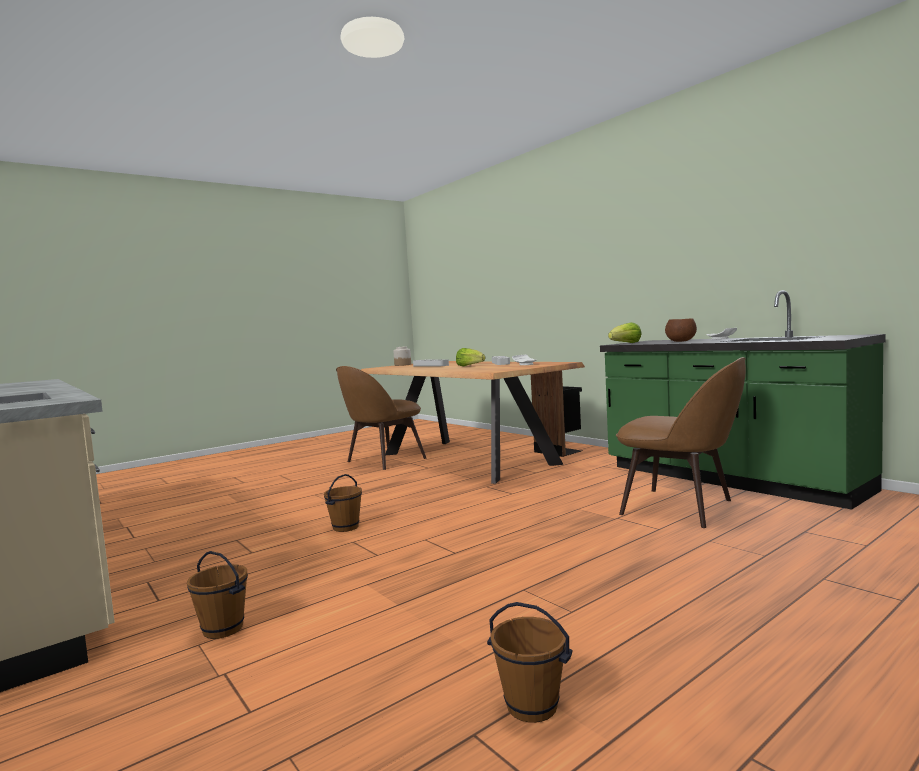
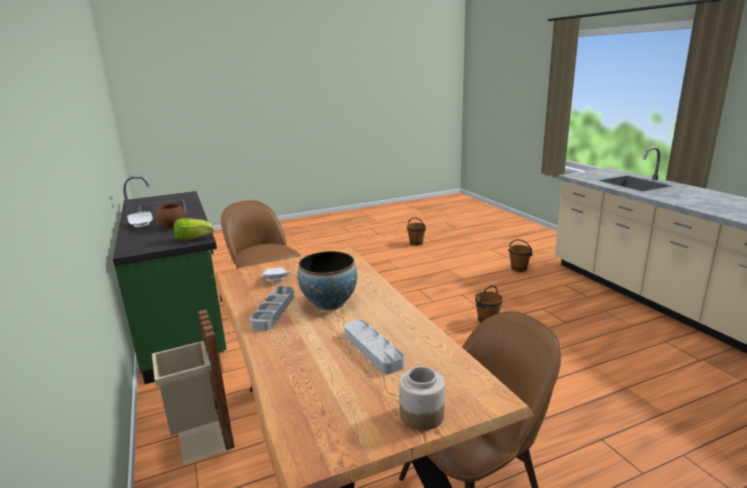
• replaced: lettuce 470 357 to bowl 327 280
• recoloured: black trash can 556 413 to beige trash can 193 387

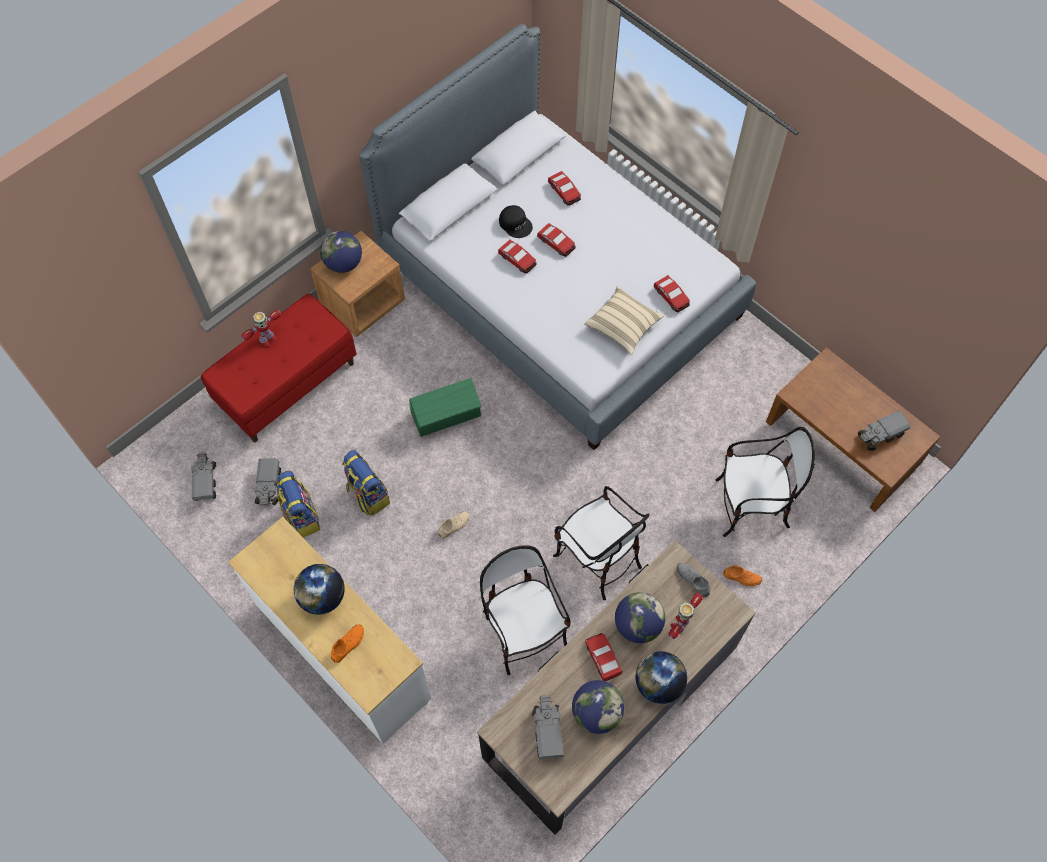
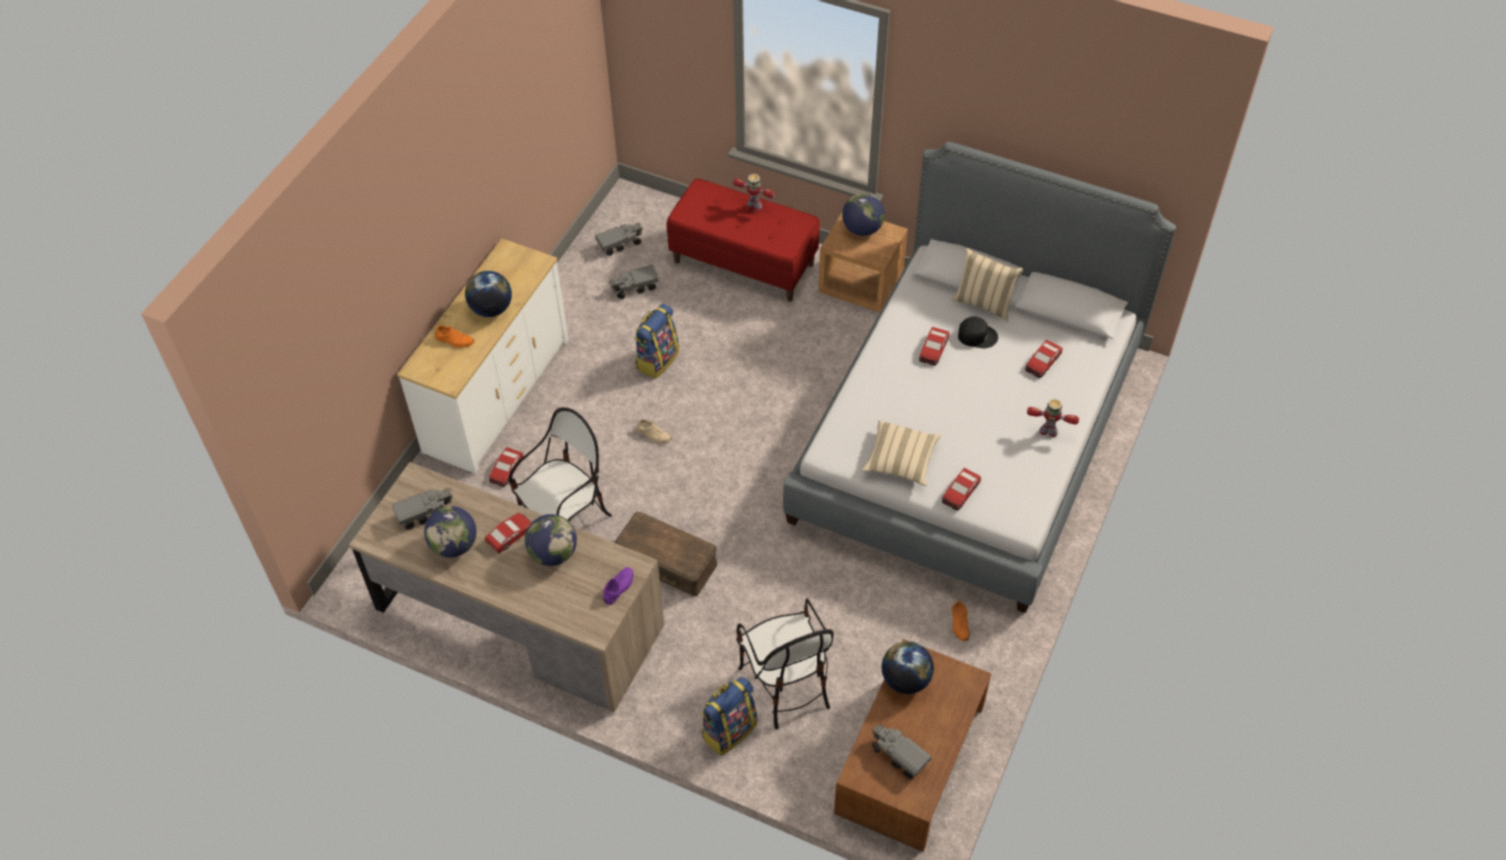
• removed: green storage box 445 407
• added: beige pillow 987 285
• moved: backpack 298 504 to 729 716
• moved: toy car 556 240 to 506 467
• moved: globe 661 677 to 908 667
• moved: toy robot 686 616 to 1053 418
• moved: orange shoe 742 575 to 961 621
• replaced: chair 601 543 to brown storage box 666 554
• recoloured: grey shoe 693 580 to purple shoe 618 586
• turned: black cap 516 221 = 978 332 105 degrees counterclockwise

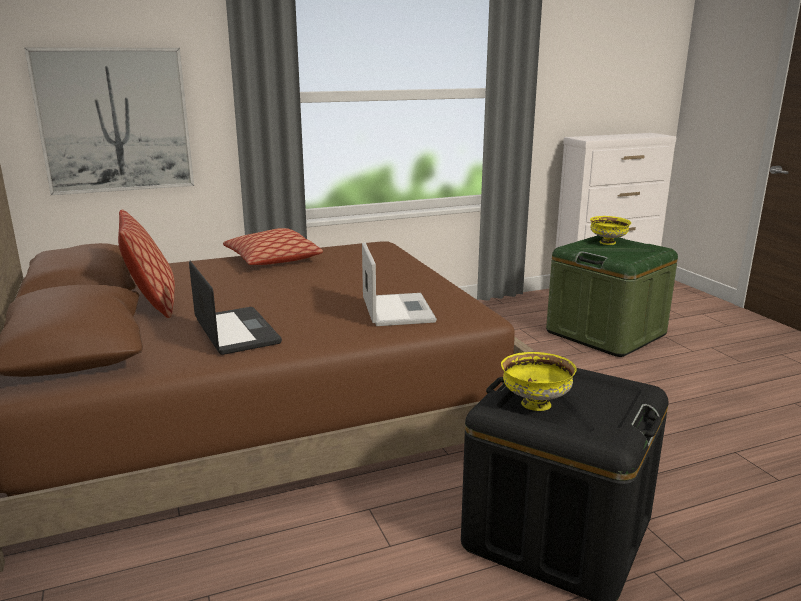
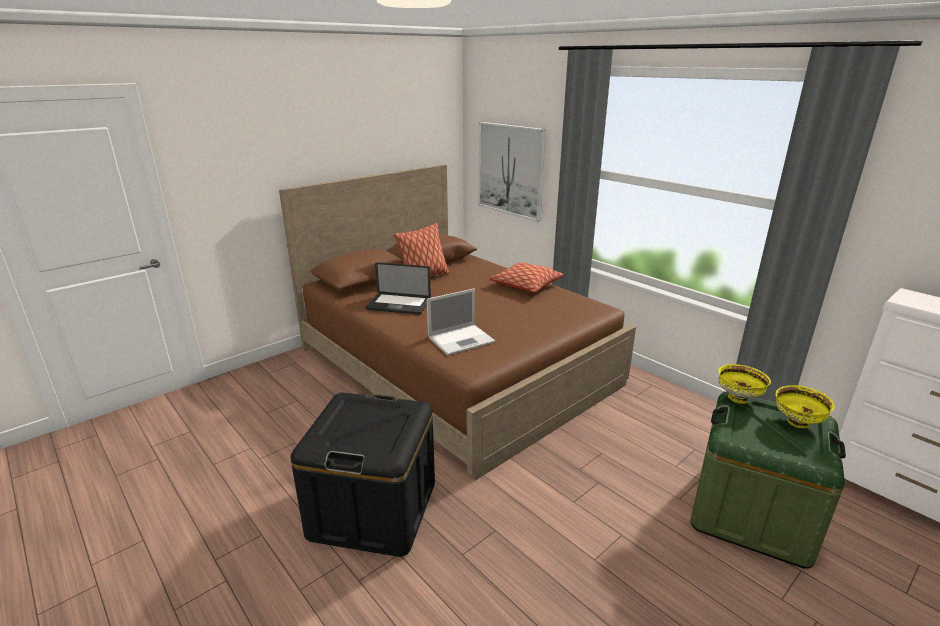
• moved: yellow bowl 539 381 to 744 384
• turned: laptop 235 308 = 398 288 60 degrees clockwise

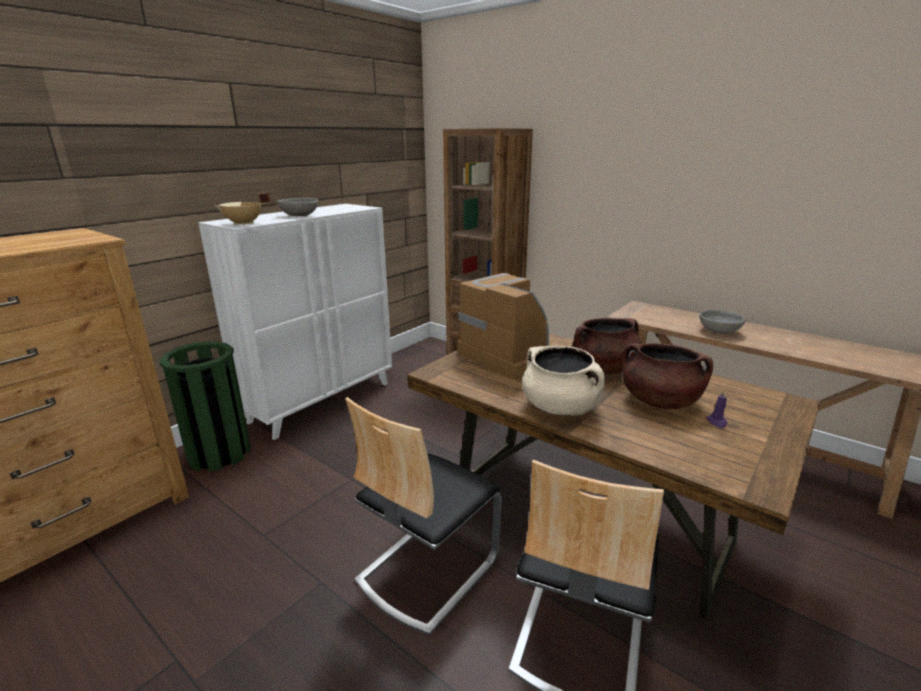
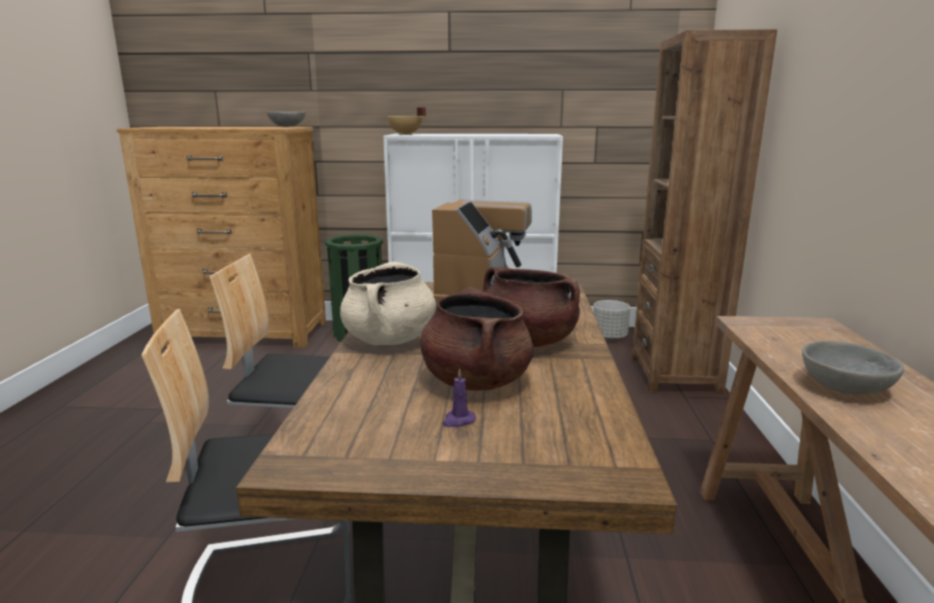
• added: grey planter 611 320
• moved: grey bowl 297 207 to 286 119

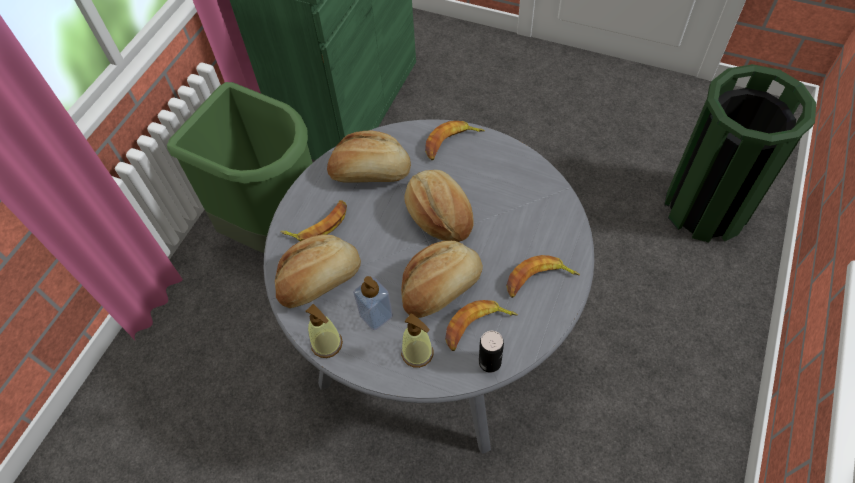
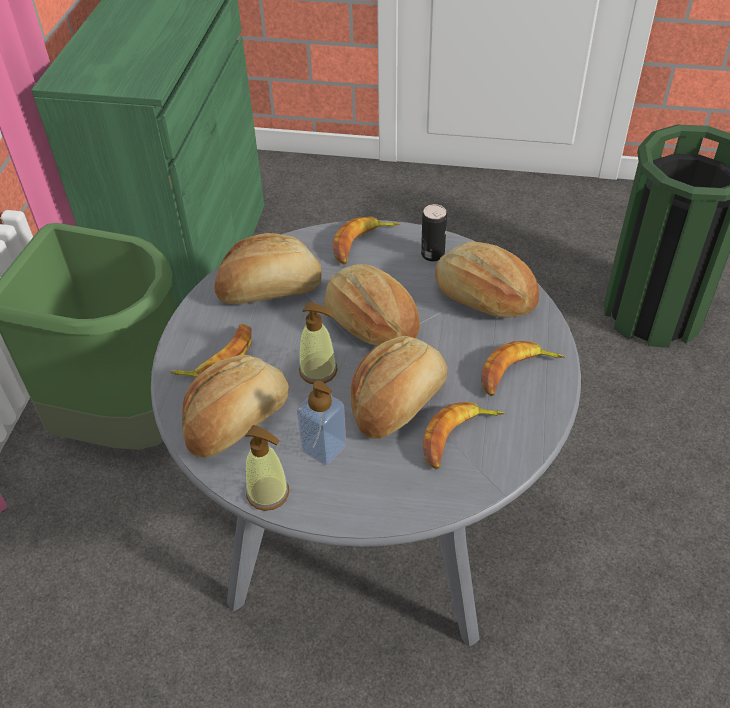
• added: bread 487 279
• moved: soap dispenser 417 340 to 318 343
• moved: can 491 352 to 434 233

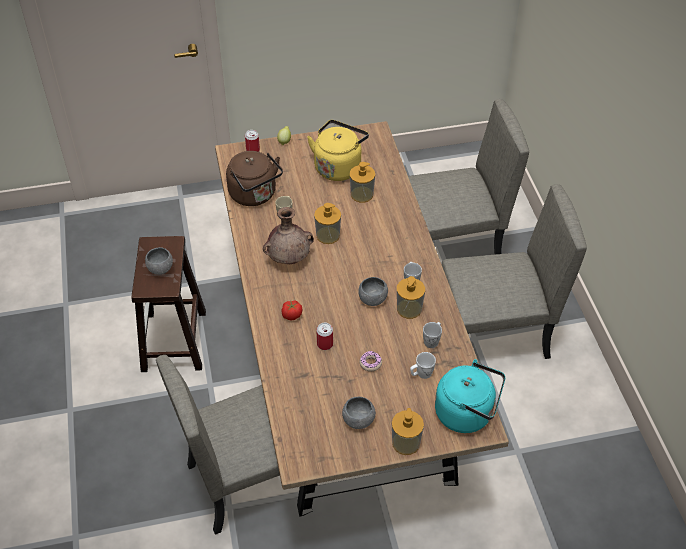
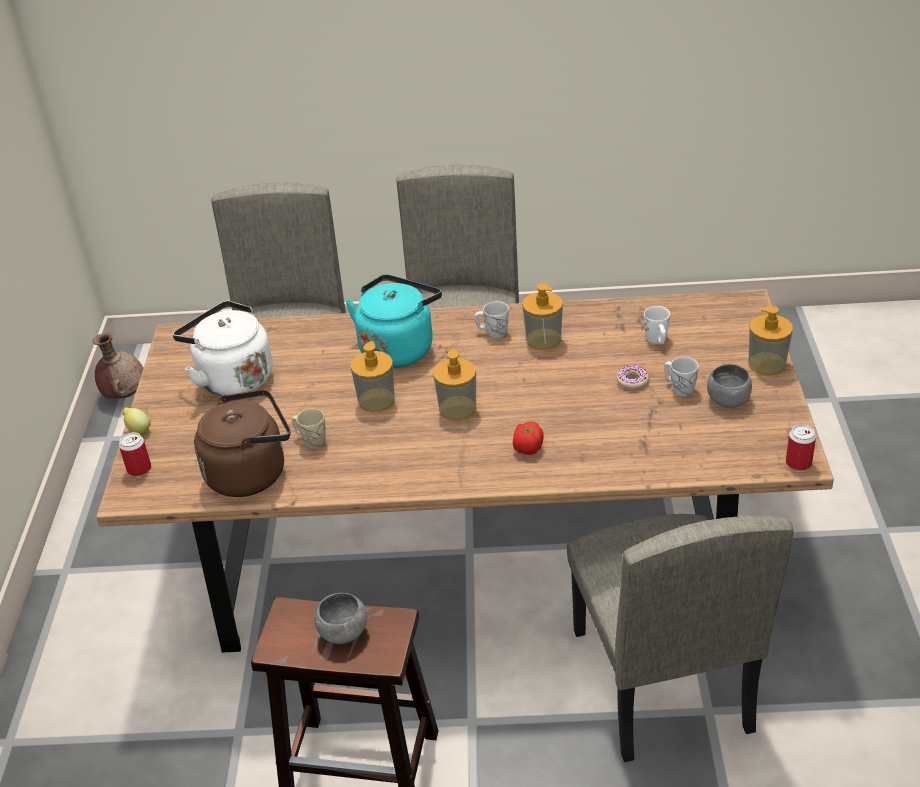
• removed: grey bowl 373 291
• moved: brown vase 288 235 to 118 366
• moved: can 324 336 to 801 447
• moved: soap dispenser 362 182 to 454 385
• moved: white mug 432 335 to 681 377
• moved: turquoise kettle 470 396 to 394 321
• recoloured: yellow kettle 338 150 to white kettle 222 348

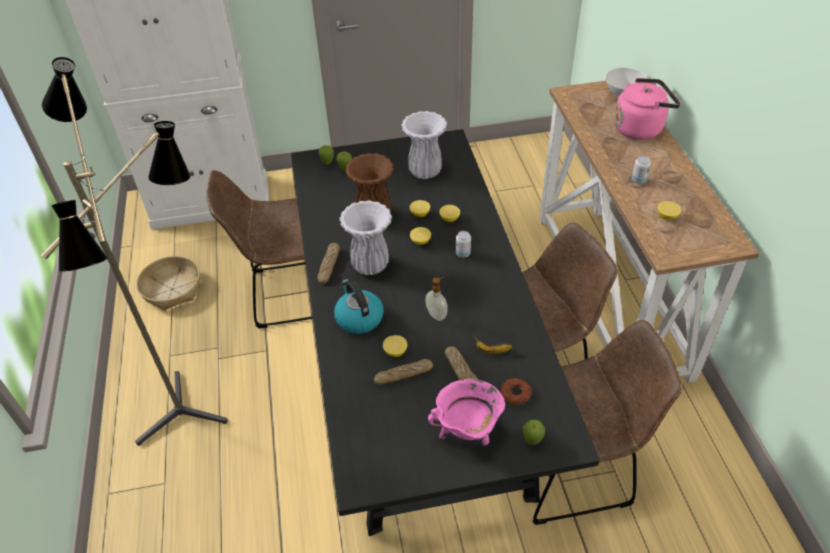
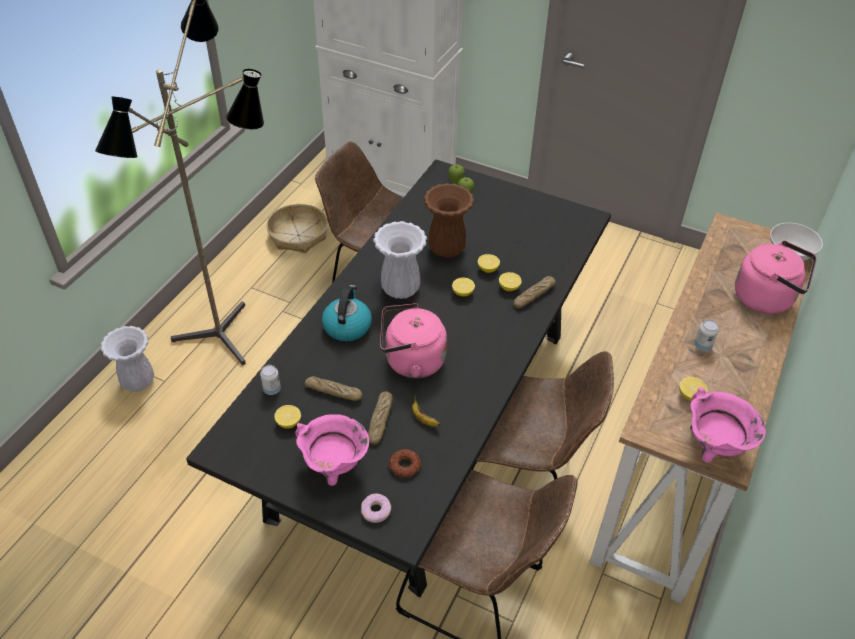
• added: pink cooking pot 728 425
• moved: bread 329 263 to 534 292
• moved: lemon 395 346 to 287 417
• moved: white vase 424 145 to 127 359
• moved: can 463 244 to 270 380
• replaced: soap dispenser 437 299 to pink kettle 413 341
• replaced: apple 534 432 to donut 376 508

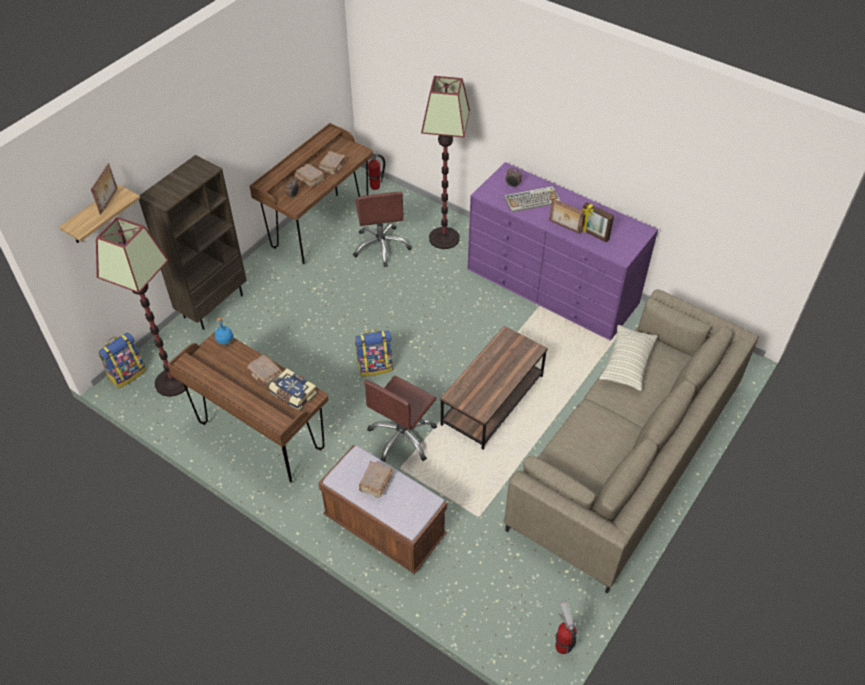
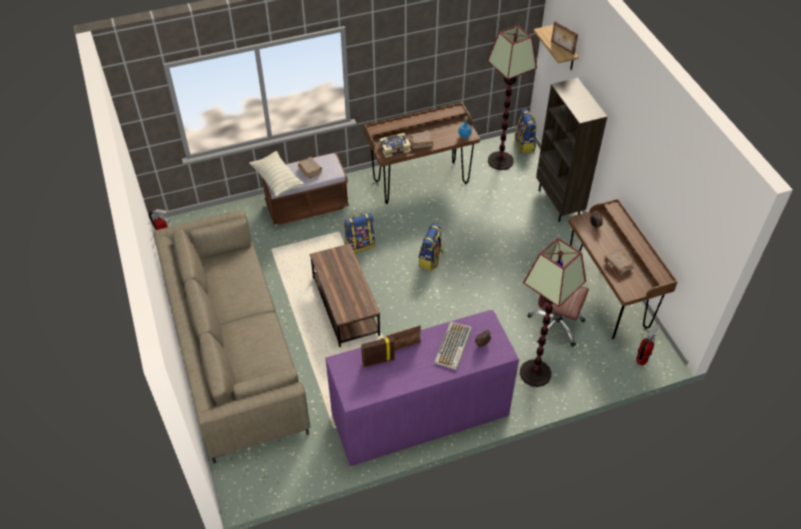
• removed: brown book 310 175
• moved: pillow 628 358 to 276 173
• replaced: brown office chair 400 418 to backpack 359 233

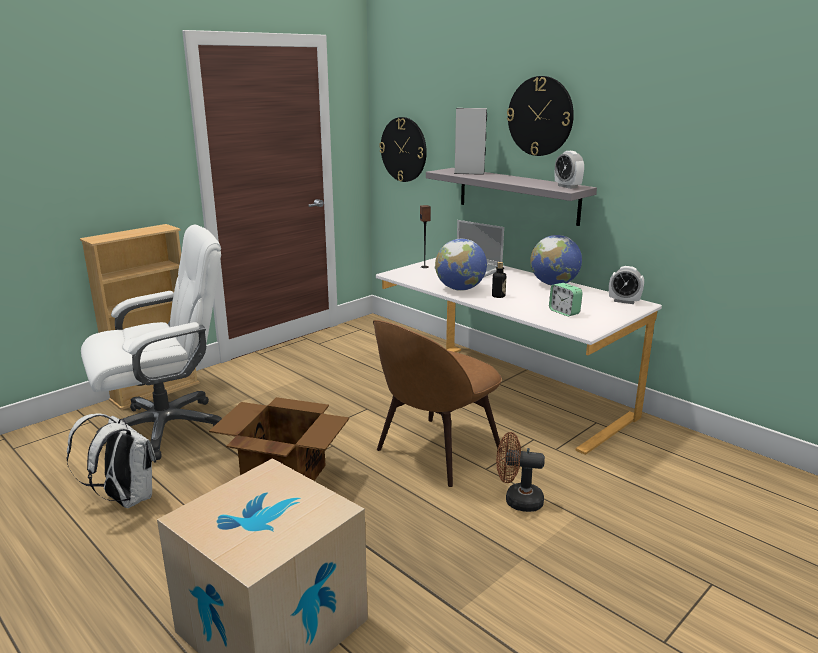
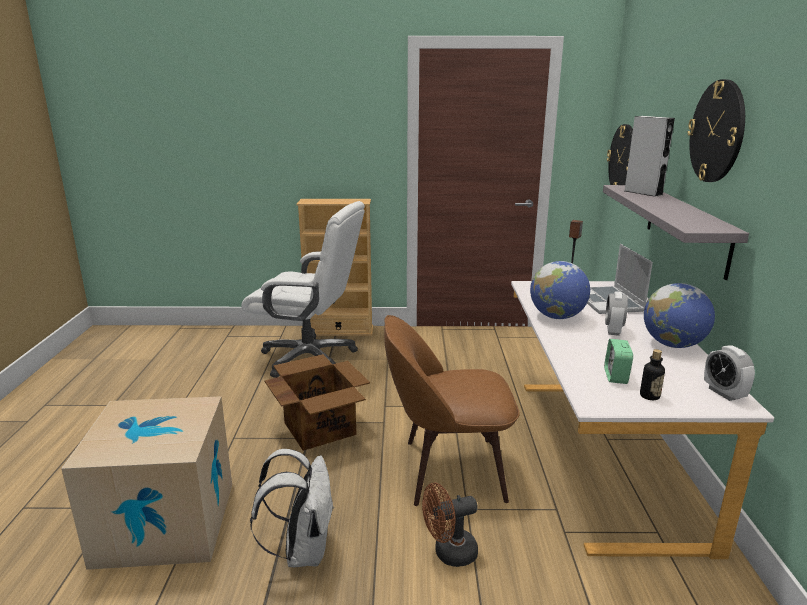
• moved: white backpack 111 460 to 292 508
• moved: bottle 499 280 to 652 374
• moved: alarm clock 569 170 to 616 313
• turned: brown fan 520 472 = 450 525 75 degrees counterclockwise

